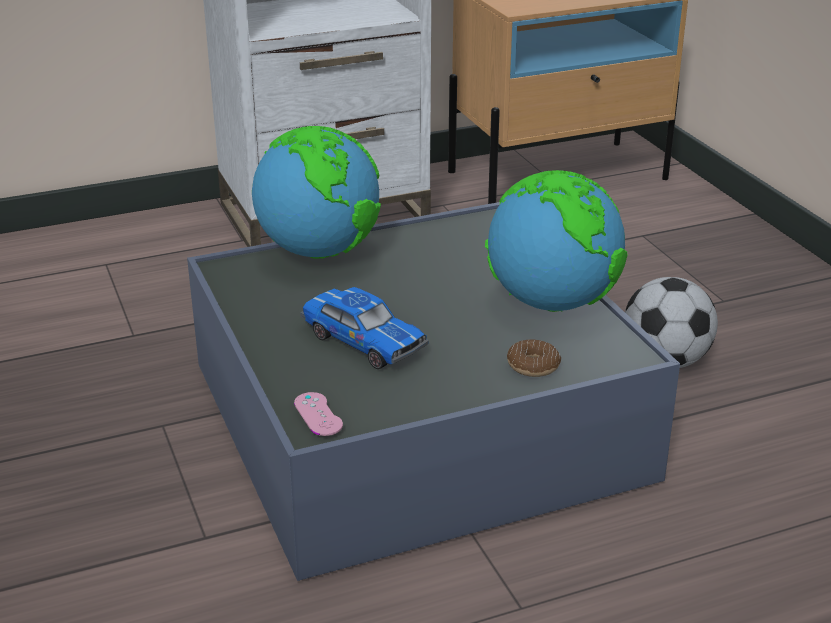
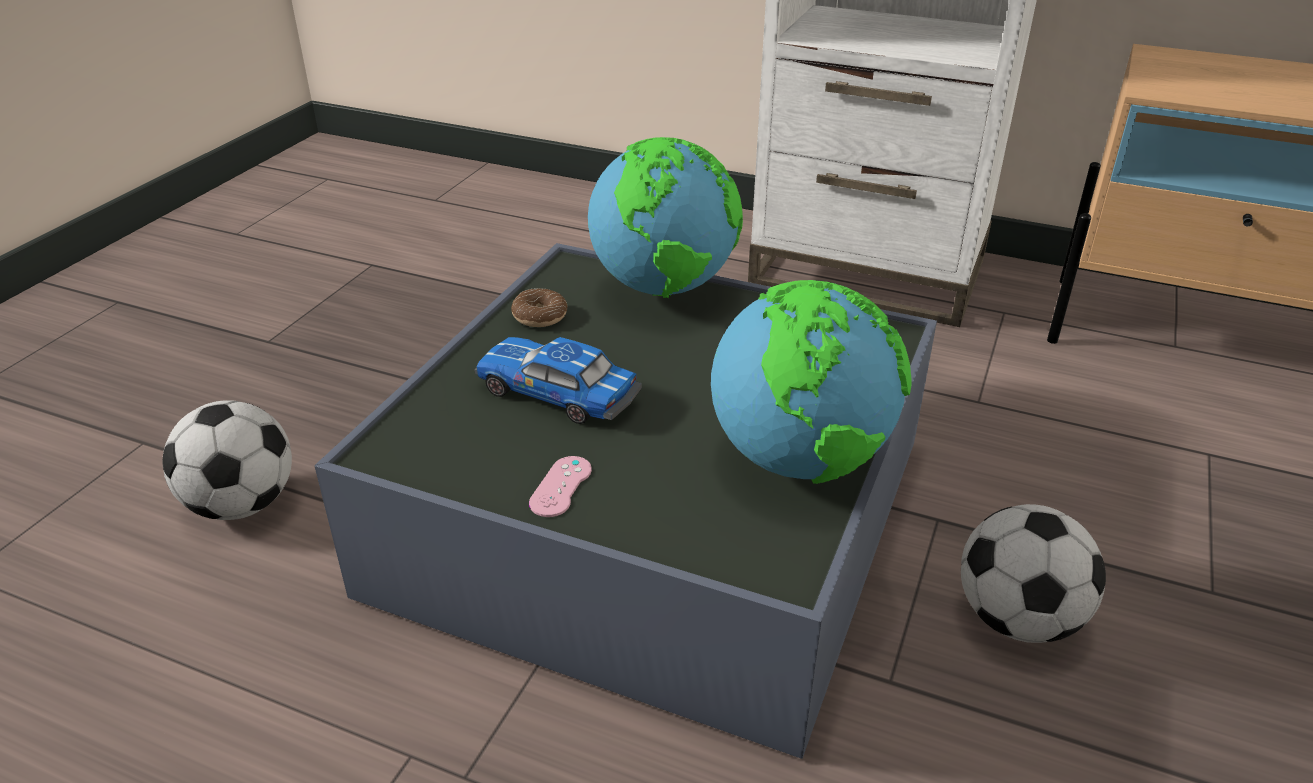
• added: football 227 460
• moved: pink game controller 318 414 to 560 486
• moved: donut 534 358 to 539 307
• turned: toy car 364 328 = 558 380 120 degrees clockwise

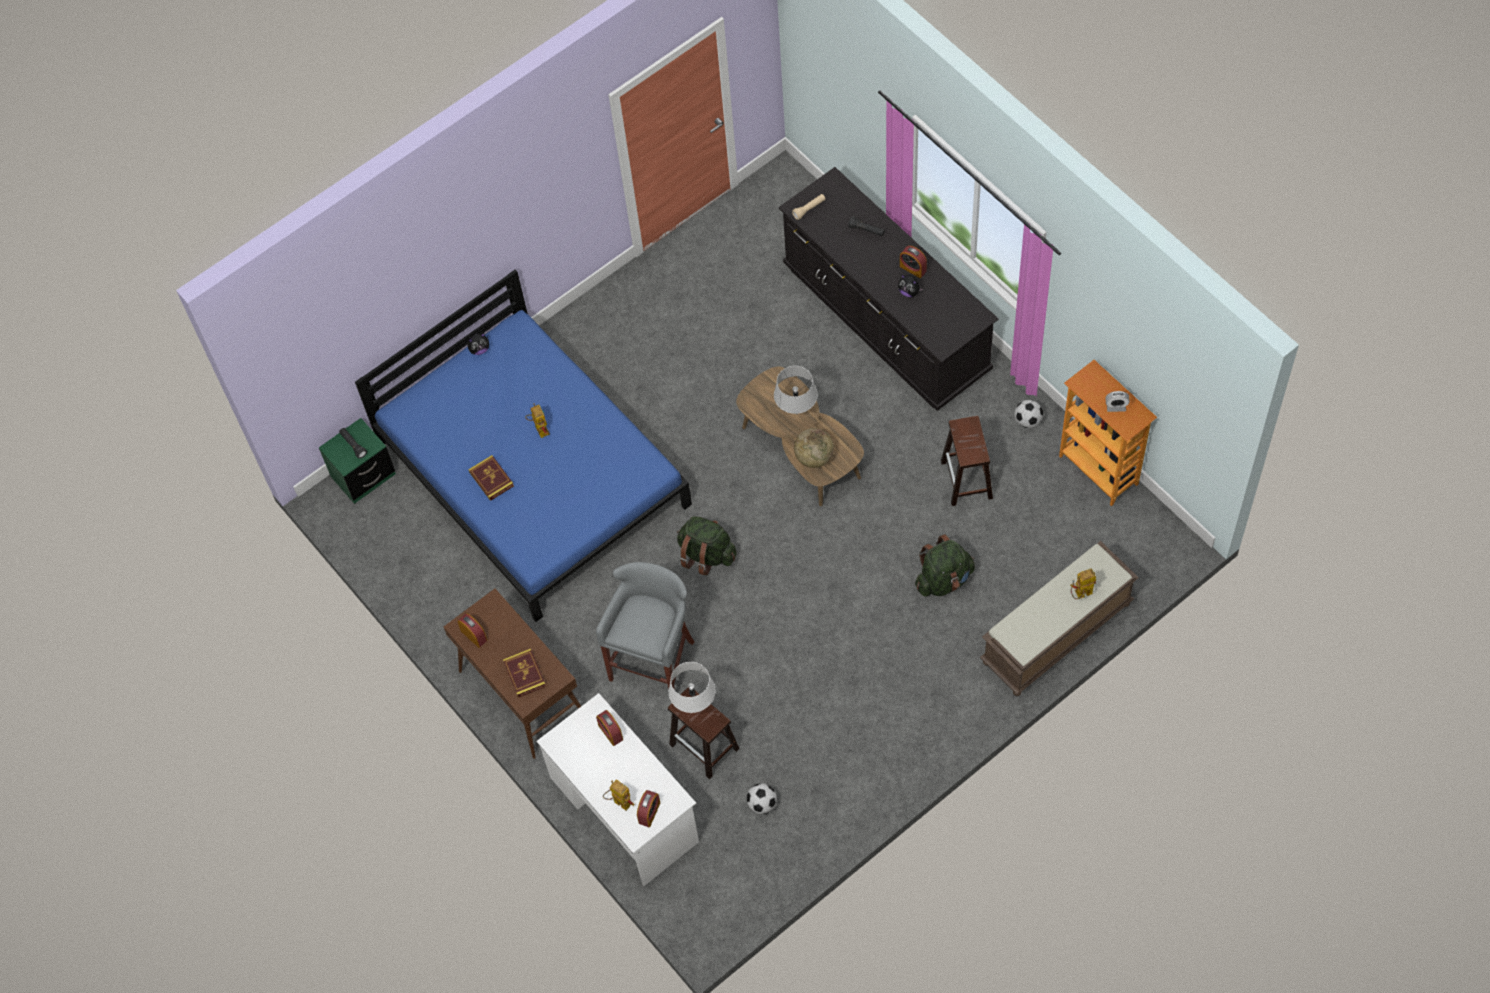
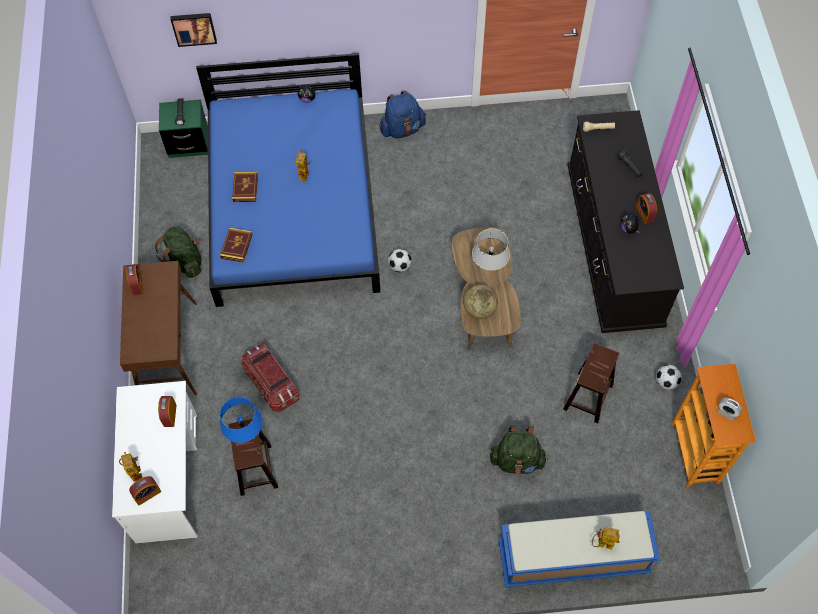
• added: picture 194 30
• added: blue backpack 402 114
• moved: book 524 673 to 236 244
• moved: green backpack 707 545 to 178 252
• moved: football 761 798 to 400 260
• replaced: grey stool 645 626 to storage box 270 377
• recoloured: white table lamp 692 687 to blue table lamp 241 420
• recoloured: brown bench 1059 618 to blue bench 579 549

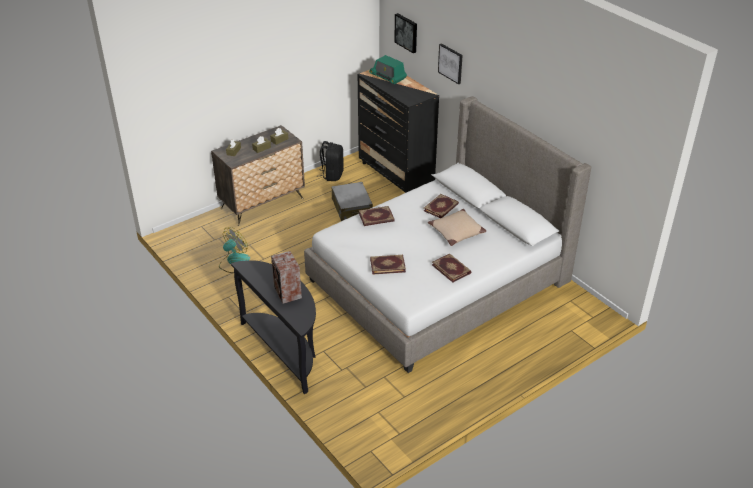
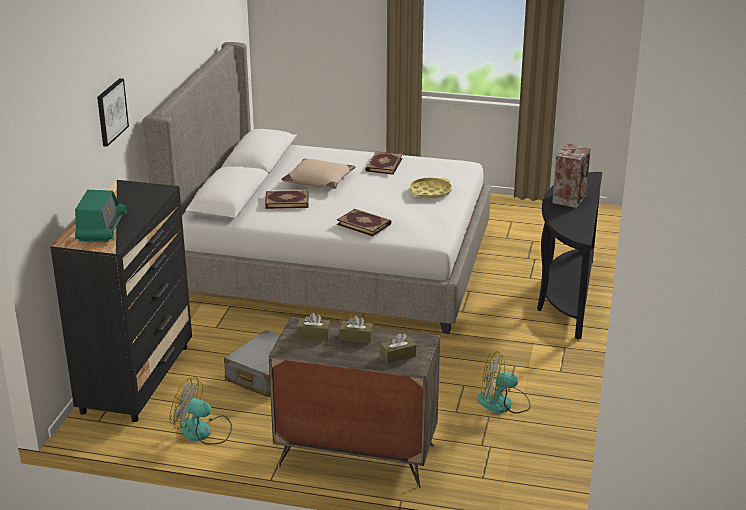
• removed: picture 405 33
• replaced: black backpack 330 161 to fan 200 411
• replaced: book 388 265 to yellow tray 431 188

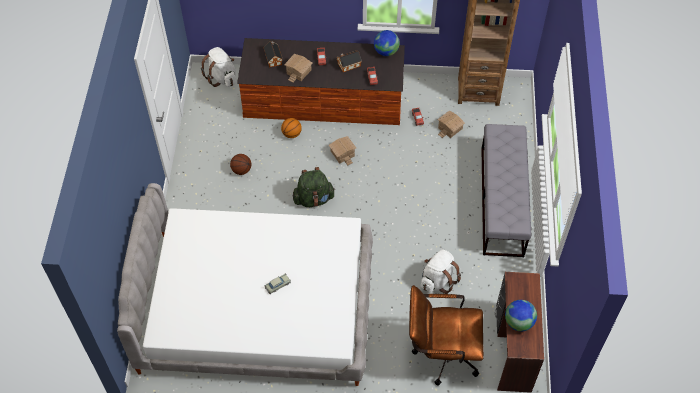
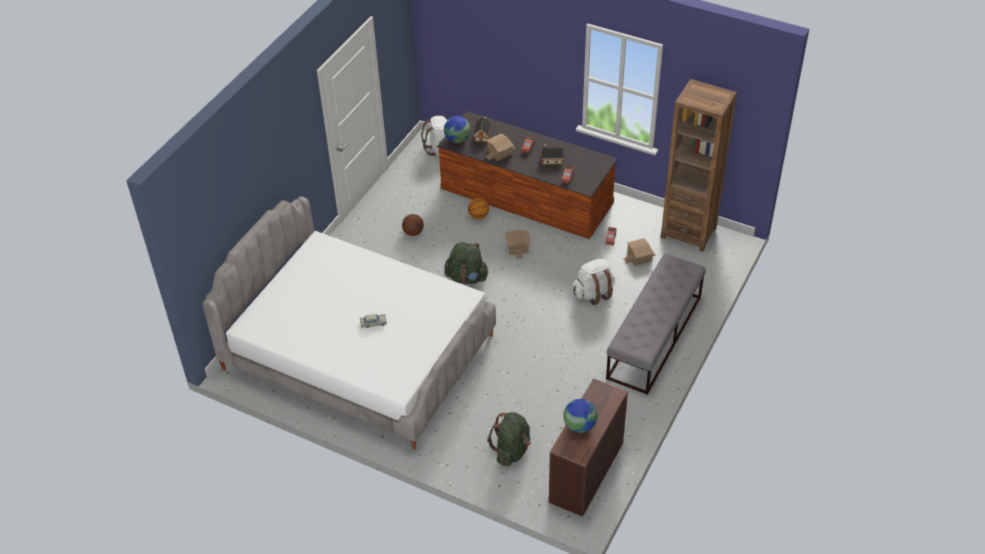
• moved: globe 387 43 to 457 129
• moved: white backpack 441 272 to 594 282
• replaced: brown office chair 446 335 to green backpack 509 439

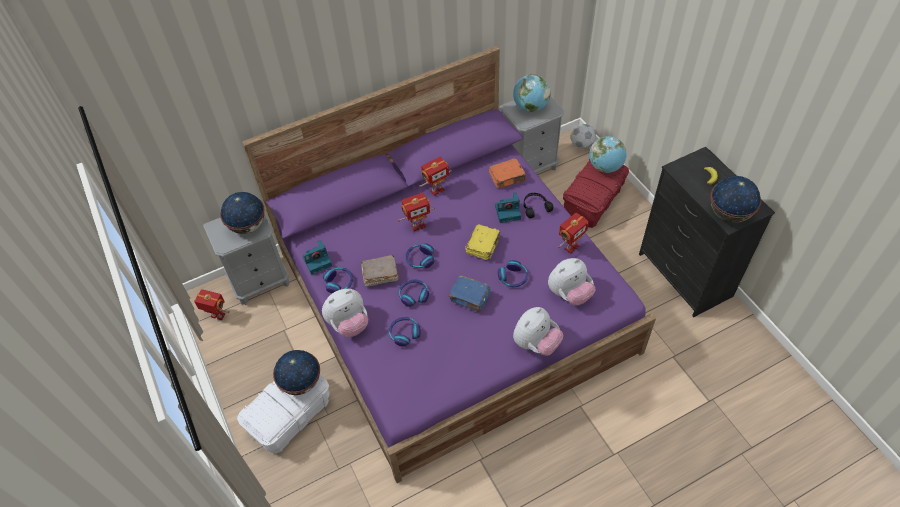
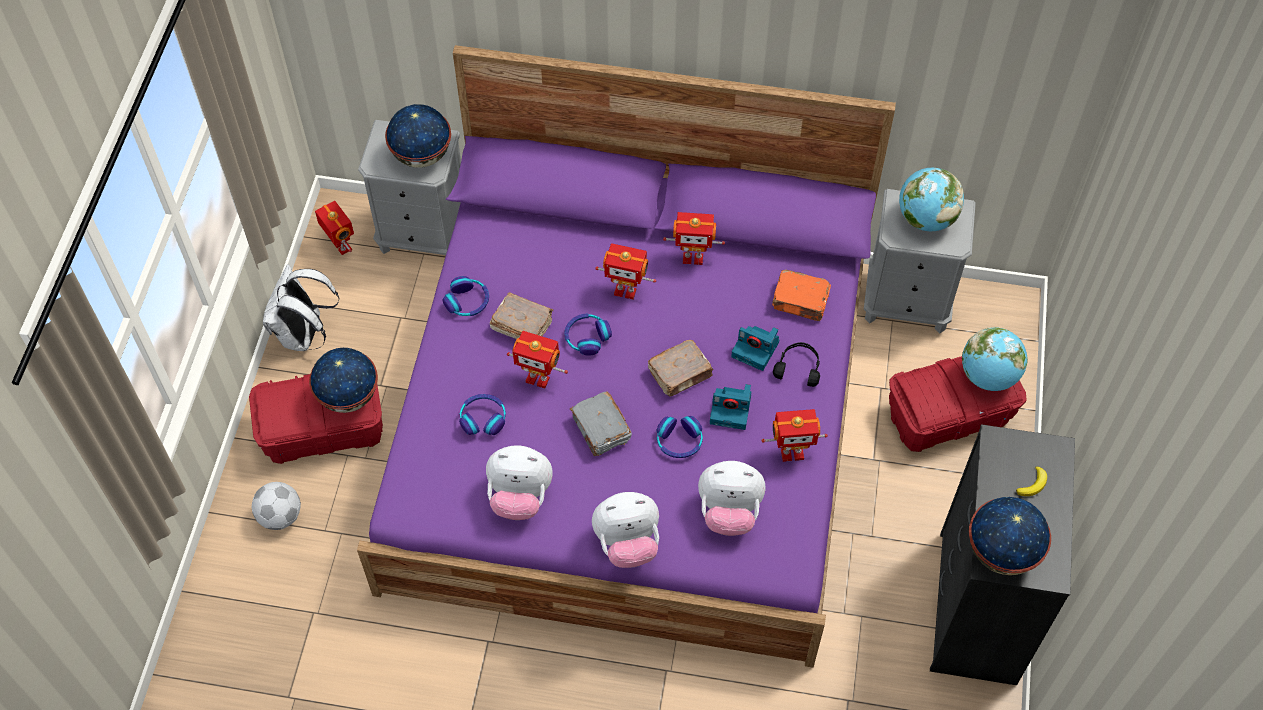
• added: white backpack 301 307
• moved: photo camera 317 257 to 730 407
• moved: plush toy 345 313 to 519 482
• moved: football 583 136 to 276 506
• replaced: headphones 414 293 to toy robot 537 359
• recoloured: white storage box 283 414 to red storage box 316 419
• recoloured: blue book 470 293 to grey book 601 423
• recoloured: yellow book 483 242 to brown book 681 368

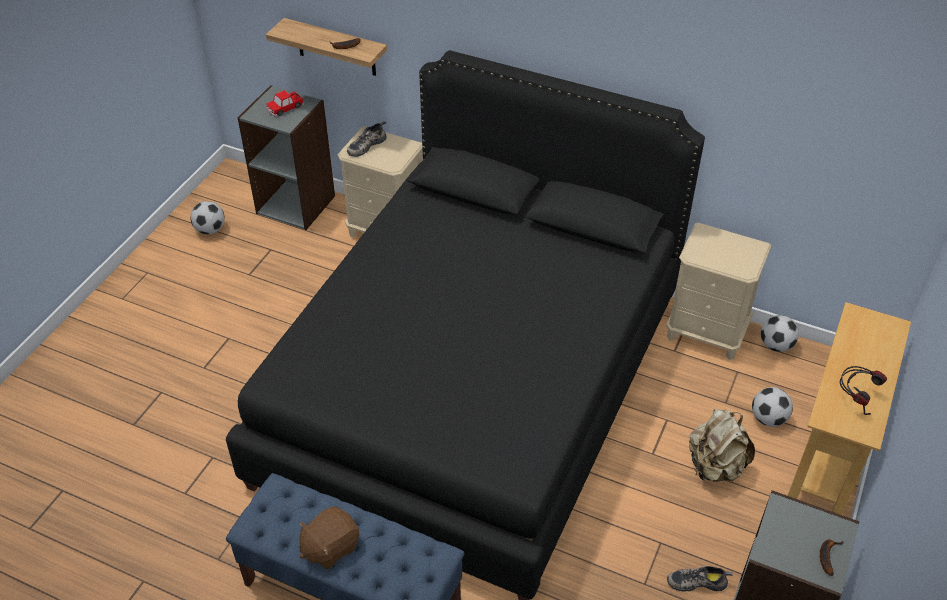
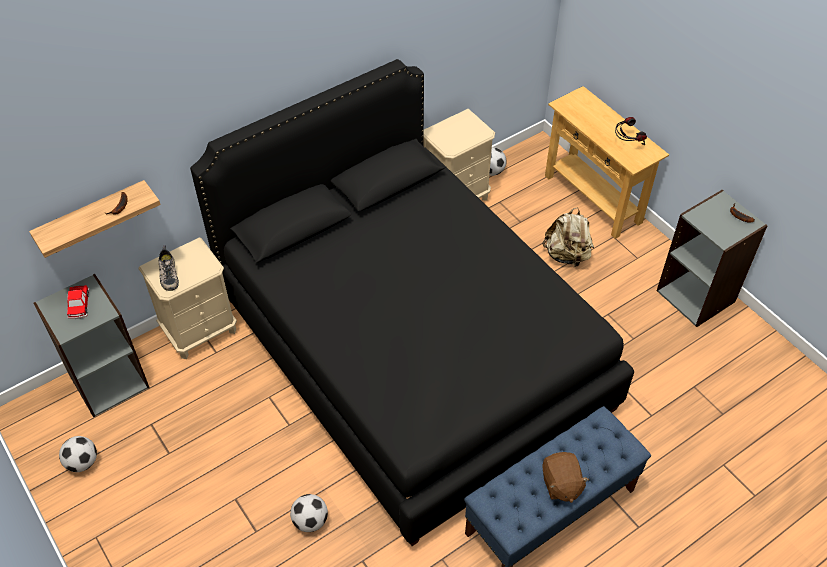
• removed: shoe 700 579
• moved: football 772 407 to 309 513

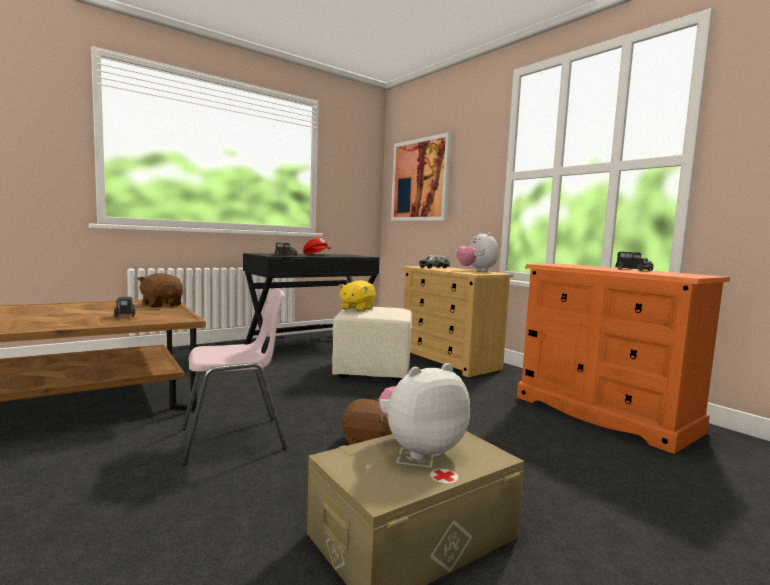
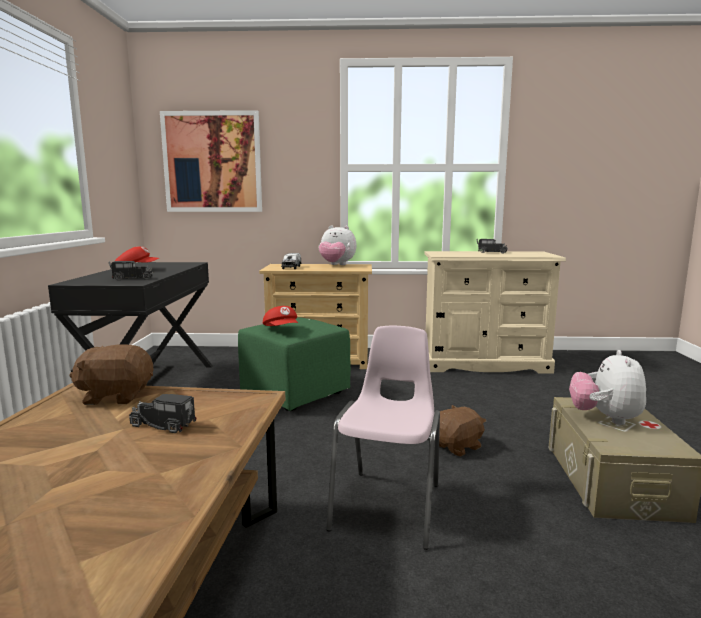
• replaced: yellow plush toy 357 295 to red cap 280 316
• recoloured: beige ottoman 372 344 to green ottoman 294 364
• recoloured: orange dresser 623 359 to beige dresser 495 312

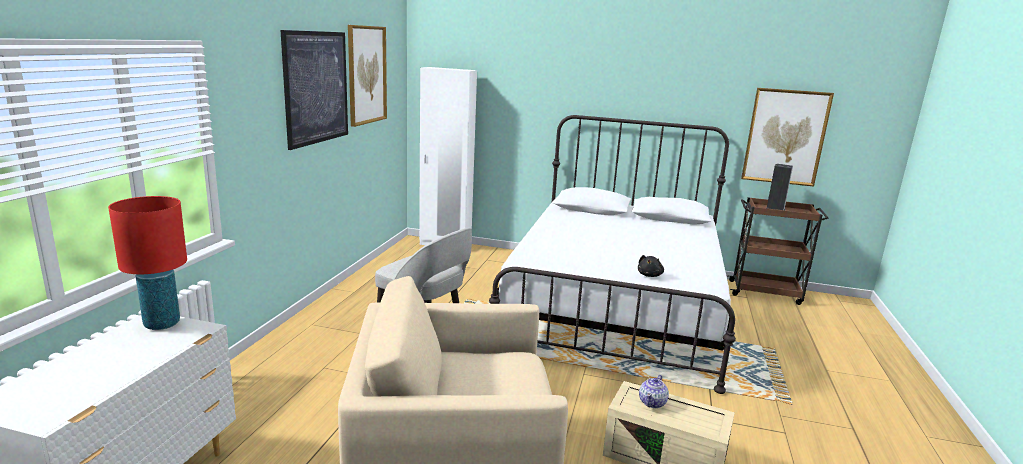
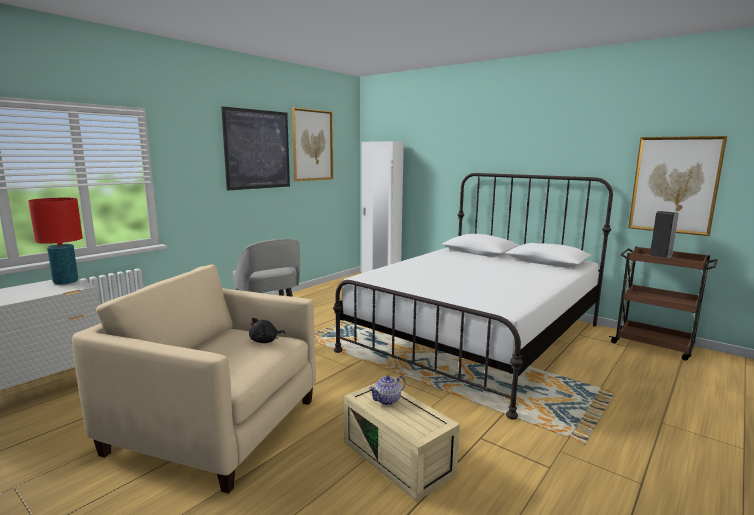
• moved: black plush toy 651 266 to 267 330

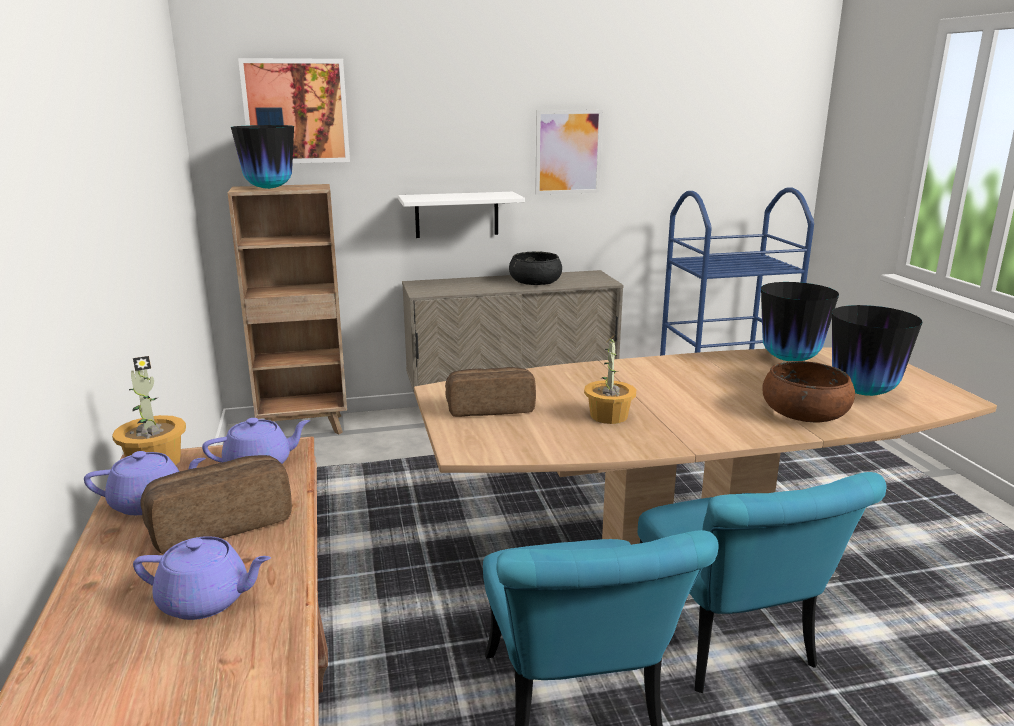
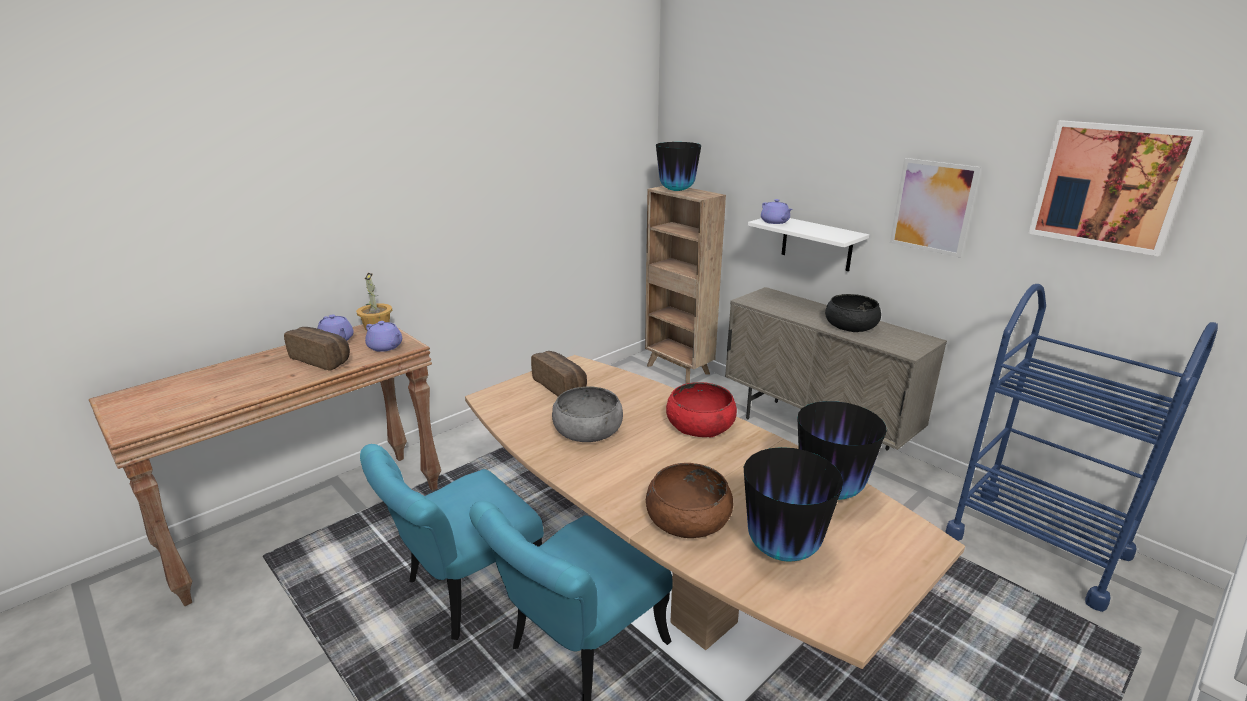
• added: red bowl 701 410
• moved: purple teapot 202 578 to 776 211
• moved: picture 294 110 to 1116 188
• replaced: potted plant 610 379 to grey bowl 587 414

